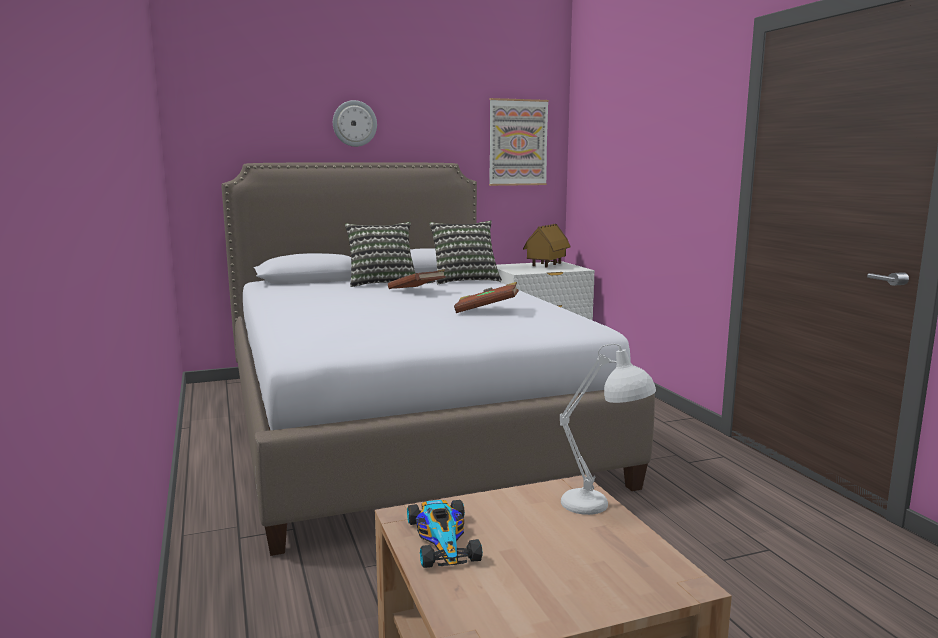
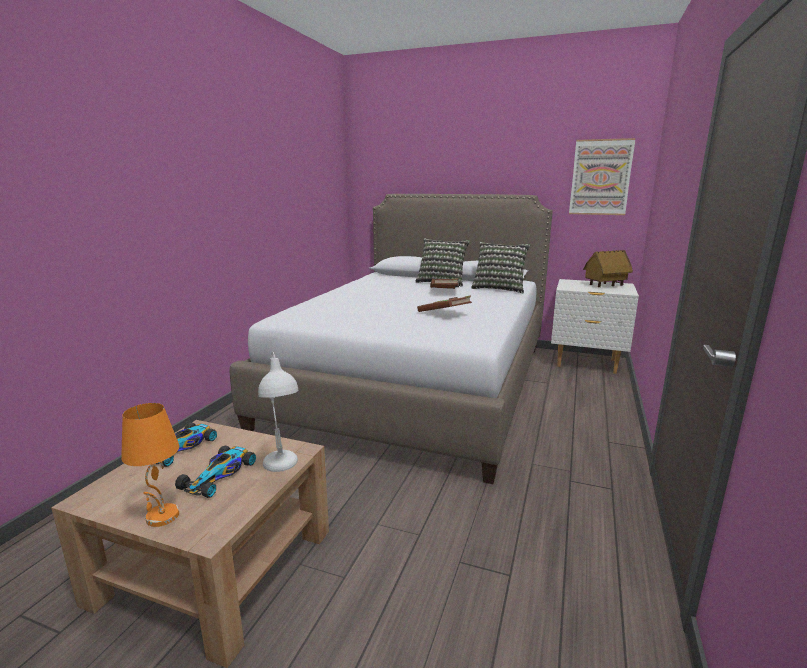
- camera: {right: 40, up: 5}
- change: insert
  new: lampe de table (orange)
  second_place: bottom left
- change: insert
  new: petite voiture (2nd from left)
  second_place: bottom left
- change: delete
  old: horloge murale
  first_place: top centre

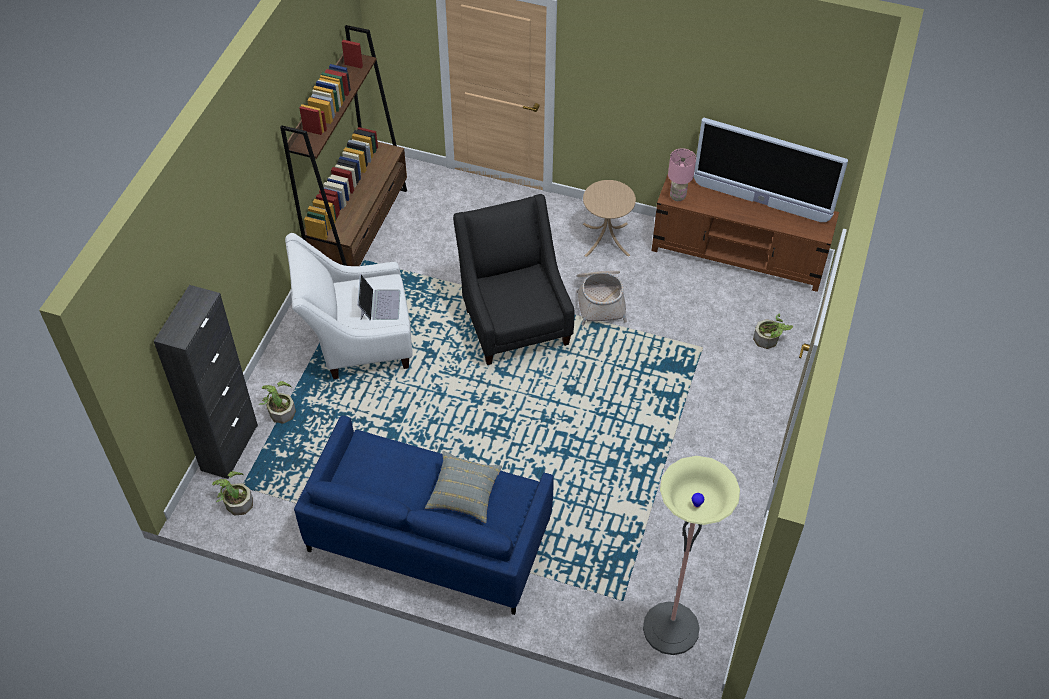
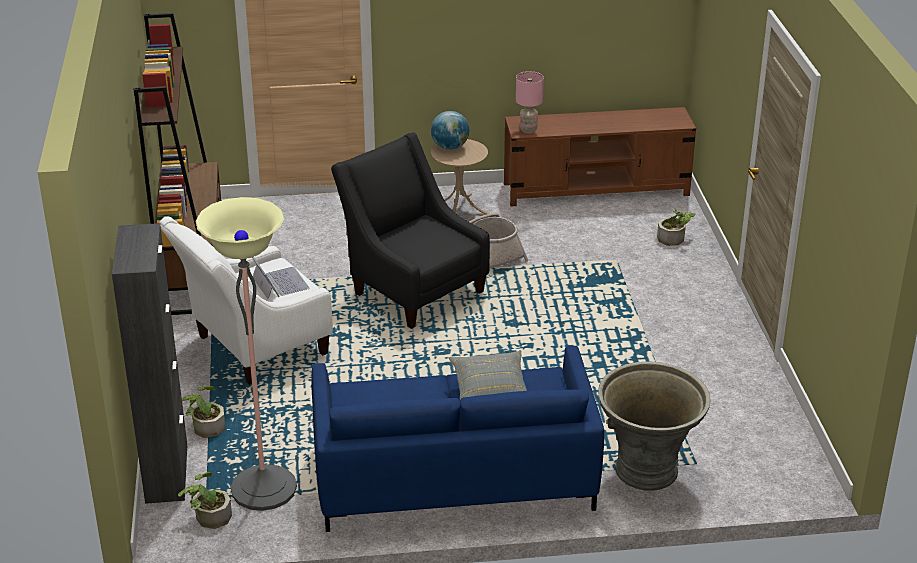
- camera: {right: -25, up: -20}
- change: move
  old: lampadaire
  first_place: bottom centre
  second_place: middle left
- change: insert
  new: globe
  second_place: top centre
- change: insert
  new: cache-pot (gris)
  second_place: bottom right
- change: delete
  old: téléviseur
  first_place: top right

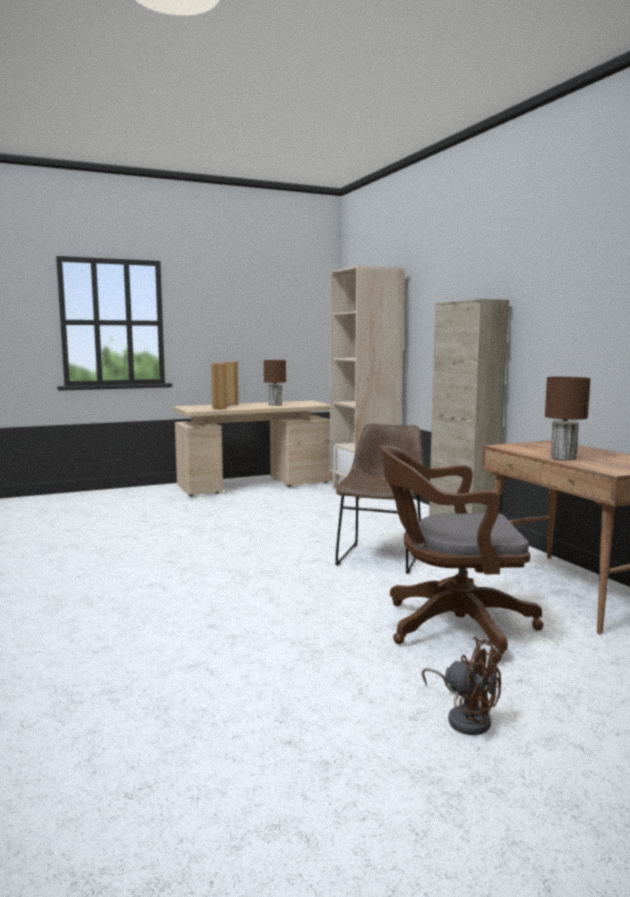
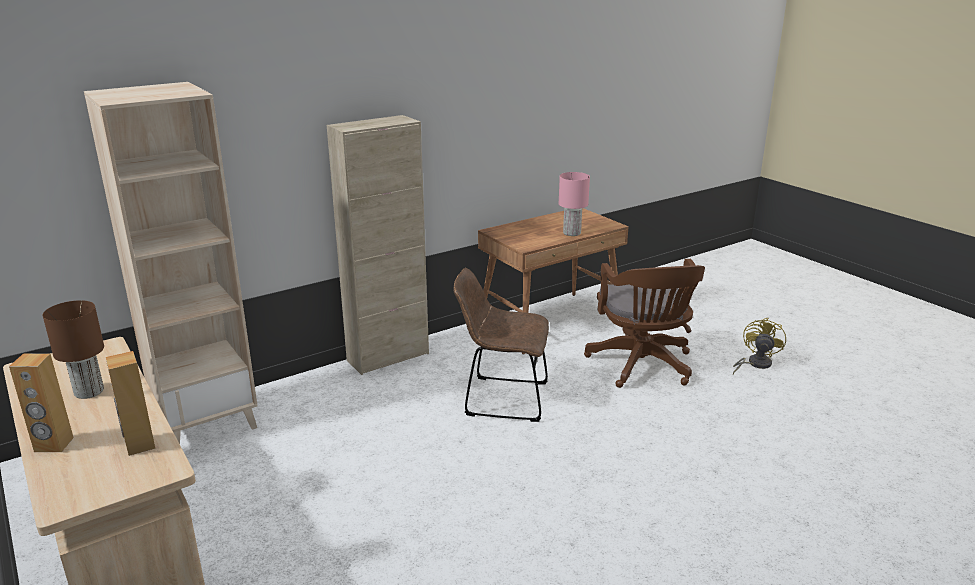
- camera: {right: -100, up: 15}
- change: recolor
  old: lampe de table (marron) (2nd from left)
  new: lampe de table (rose)
  first_place: middle right
  second_place: centre
- change: recolor
  old: ventilateur (marron)
  new: ventilateur (jaune)
  first_place: bottom right
  second_place: middle right

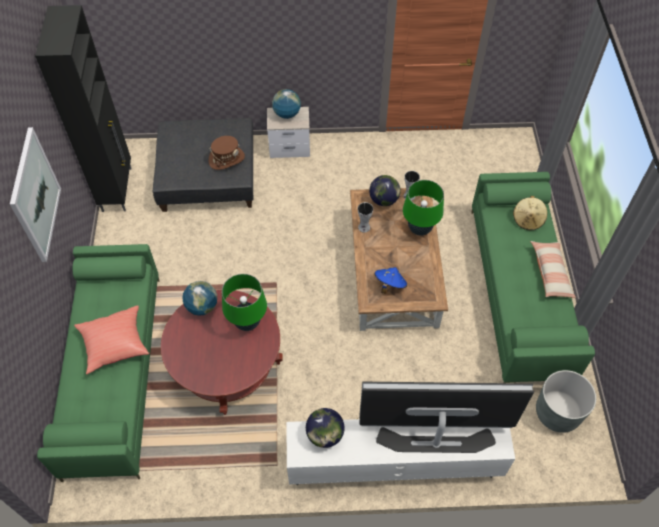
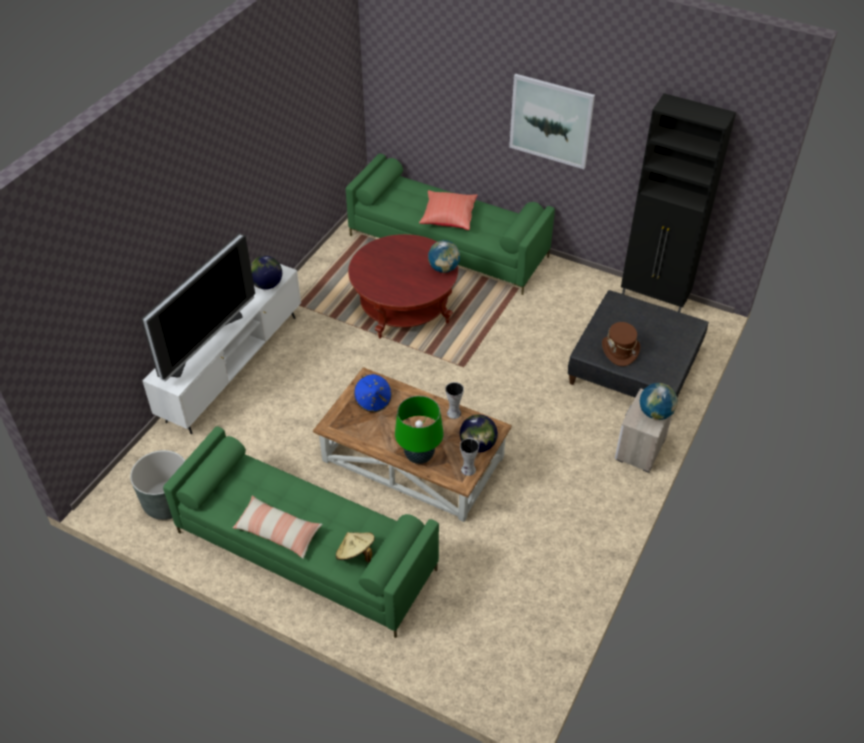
- camera: {right: 120, up: -10}
- change: delete
  old: lampe de table (vert) (1st from left)
  first_place: centre

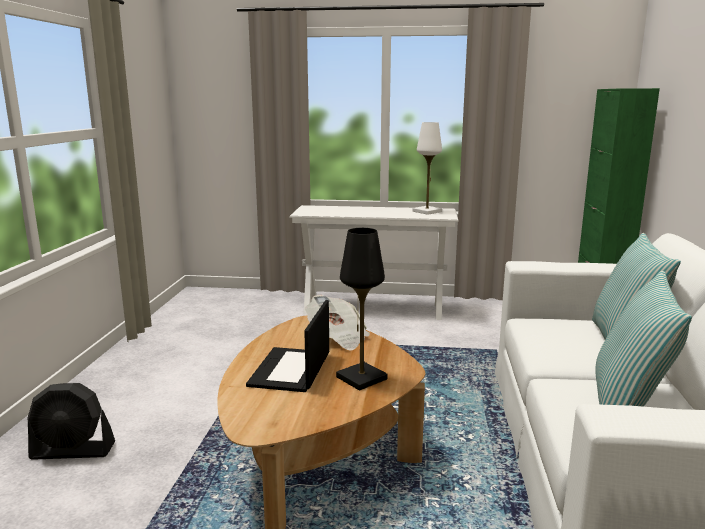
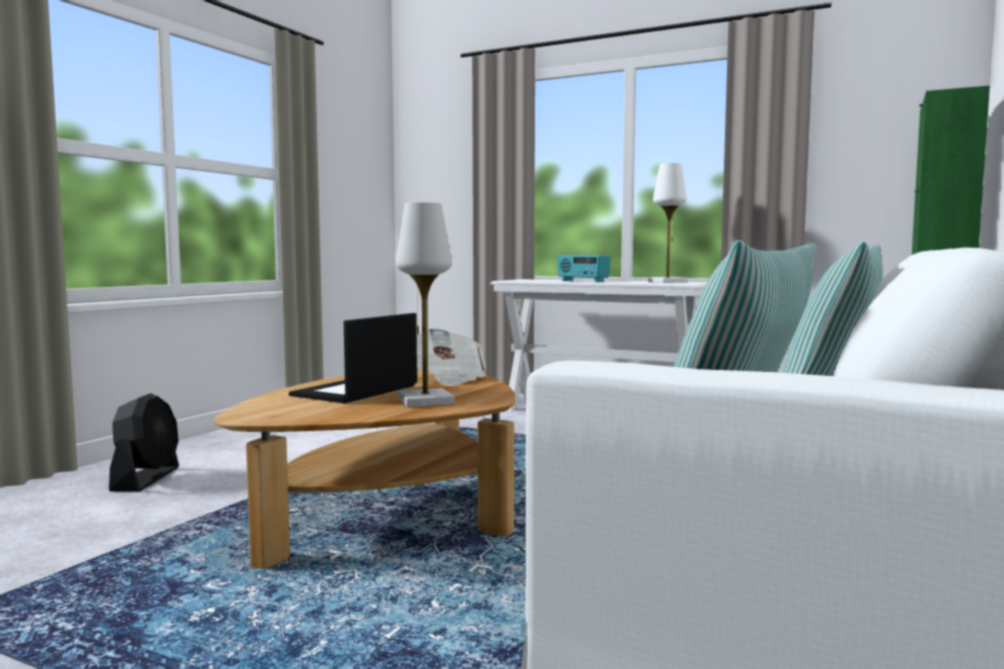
- camera: {right: 20, up: -10}
- change: rotate
  old: ventilateur (noir)
  first_place: bottom left
  second_place: middle left
  degrees: -105
- change: recolor
  old: lampe de table (noir)
  new: lampe de table (blanc) (1st from left)
  first_place: centre
  second_place: centre
- change: insert
  new: radio
  second_place: centre

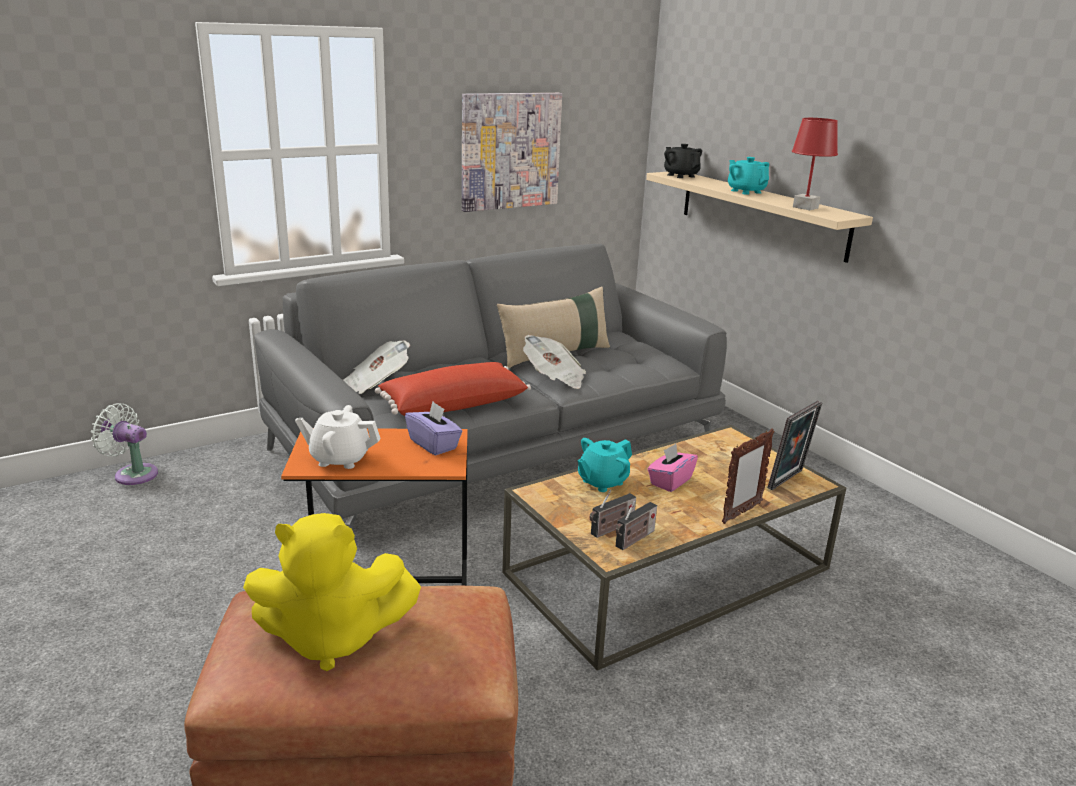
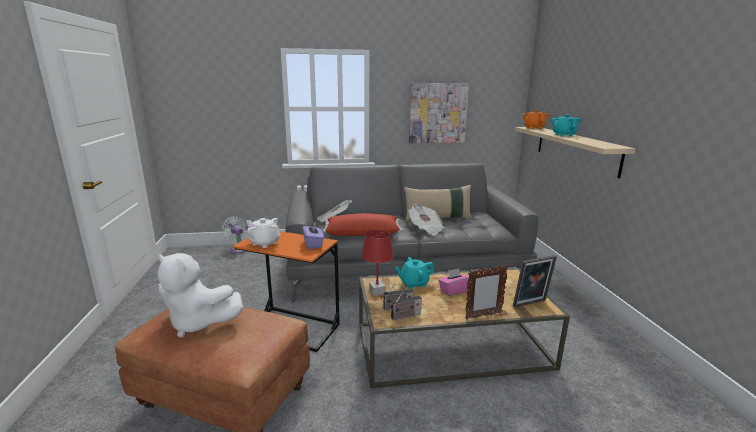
- camera: {right: 25, up: -5}
- change: recolor
  old: peluche (jaune)
  new: peluche (blanc)
  first_place: bottom left
  second_place: bottom left
- change: move
  old: lampe de table (rouge)
  first_place: top right
  second_place: centre
- change: recolor
  old: théière (noir)
  new: théière (orange)
  first_place: top centre
  second_place: top right

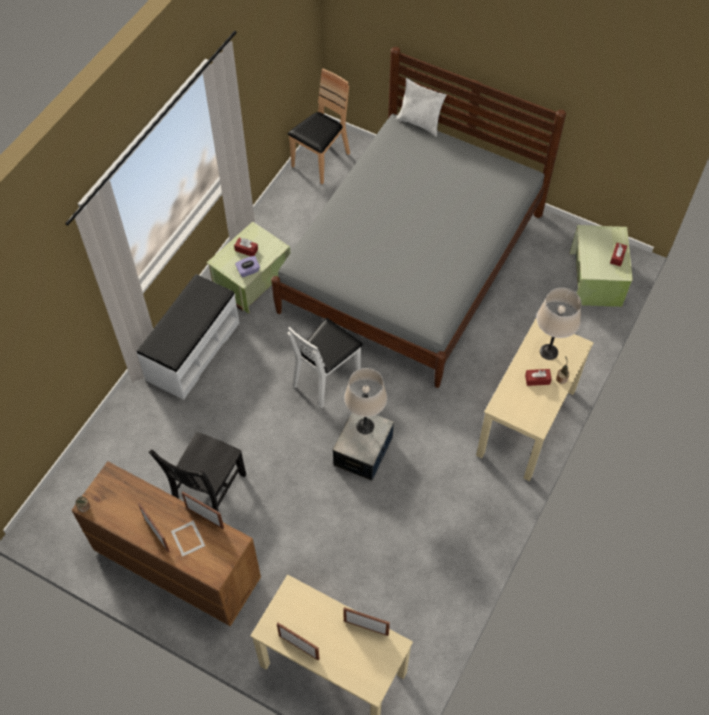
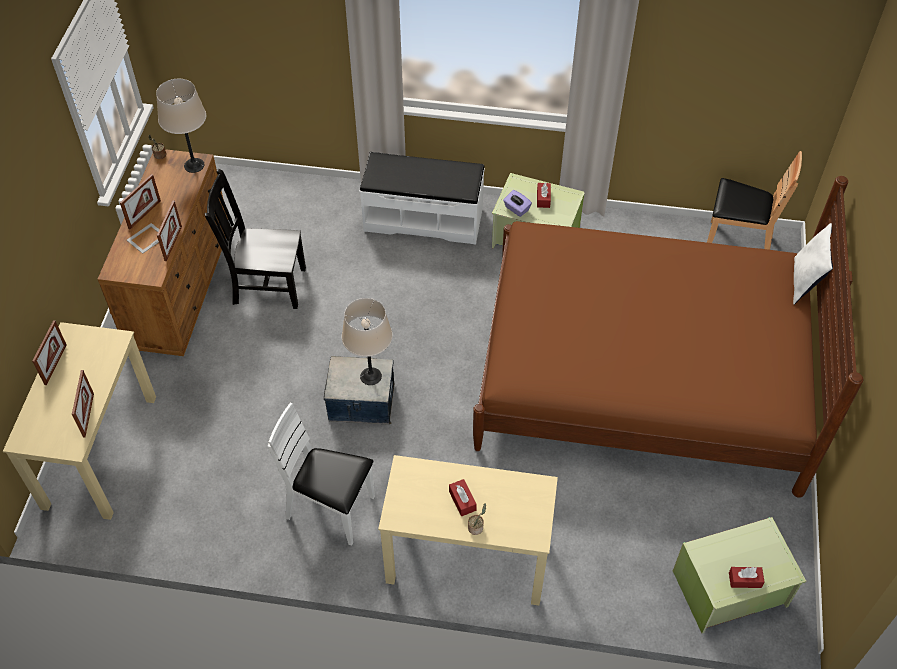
- camera: {right: 70, up: -5}
- change: move
  old: lampe de table (beige) (2nd from left in the first image)
  new: lampe de table (beige) (1st from left)
  first_place: middle right
  second_place: top left
- change: move
  old: chaise (blanc)
  first_place: centre
  second_place: bottom centre
- change: recolor
  old: lit (gris)
  new: lit (marron)
  first_place: top centre
  second_place: middle right

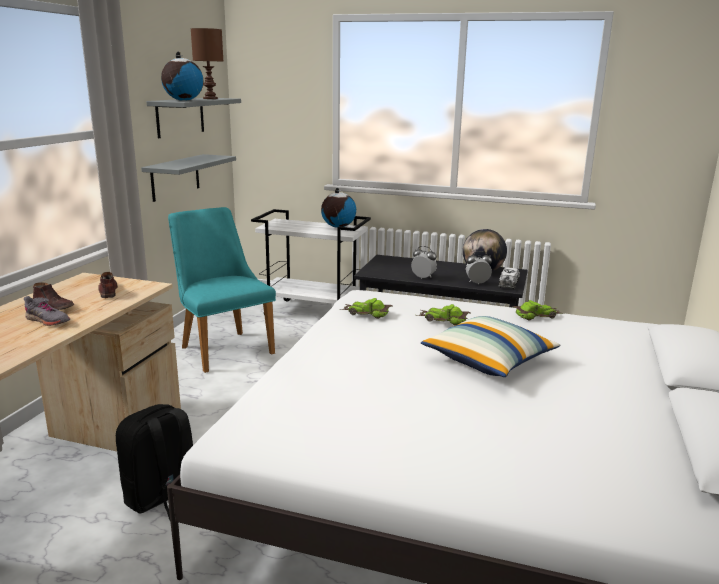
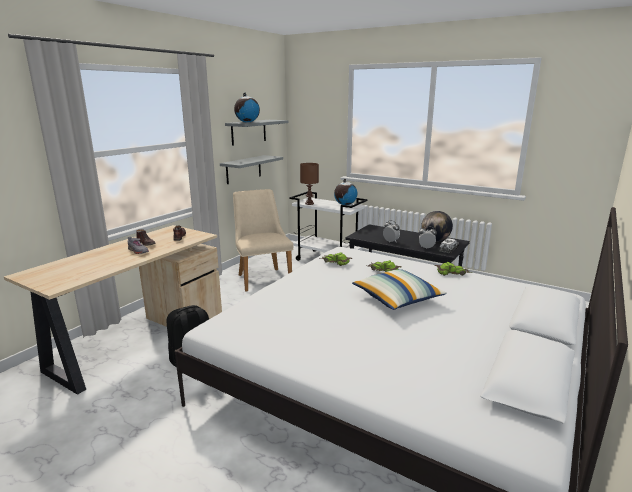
- camera: {right: 15, up: 0}
- change: recolor
  old: chaise (turquoise)
  new: chaise (beige)
  first_place: middle left
  second_place: centre
- change: move
  old: lampe de table (marron)
  first_place: top left
  second_place: centre

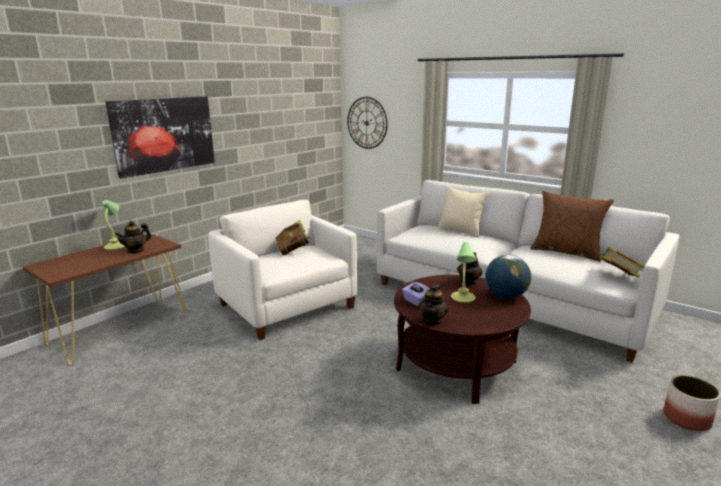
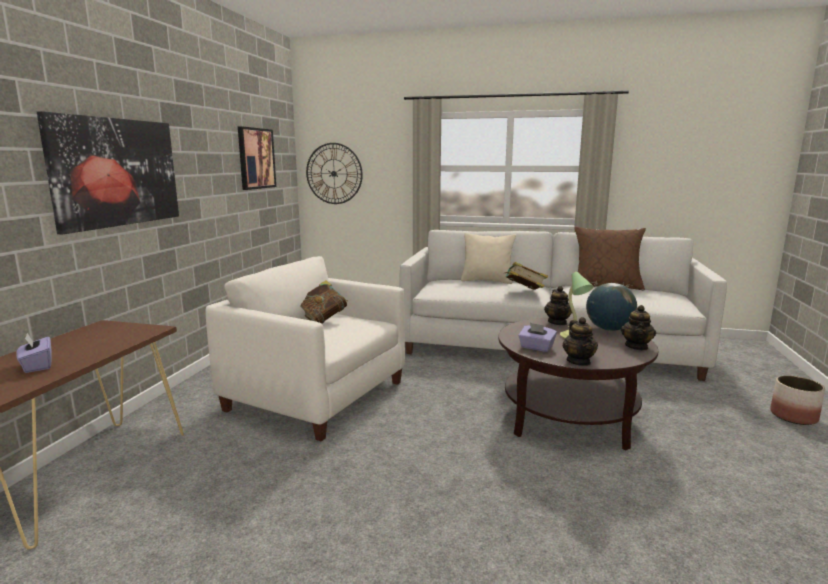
- camera: {right: -25, up: -5}
- change: insert
  new: boîte à mouchoirs (violet) (1st from left)
  second_place: middle left
- change: insert
  new: tableau (2nd from left)
  second_place: top left
- change: move
  old: livre (2nd from left)
  first_place: middle right
  second_place: centre
- change: move
  old: théière (1st from left in the first image)
  new: théière (3rd from left)
  first_place: middle left
  second_place: middle right
- change: delete
  old: lampe de table (1st from left)
  first_place: middle left

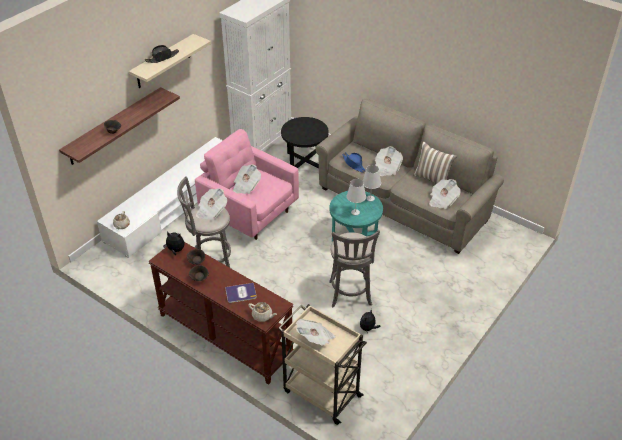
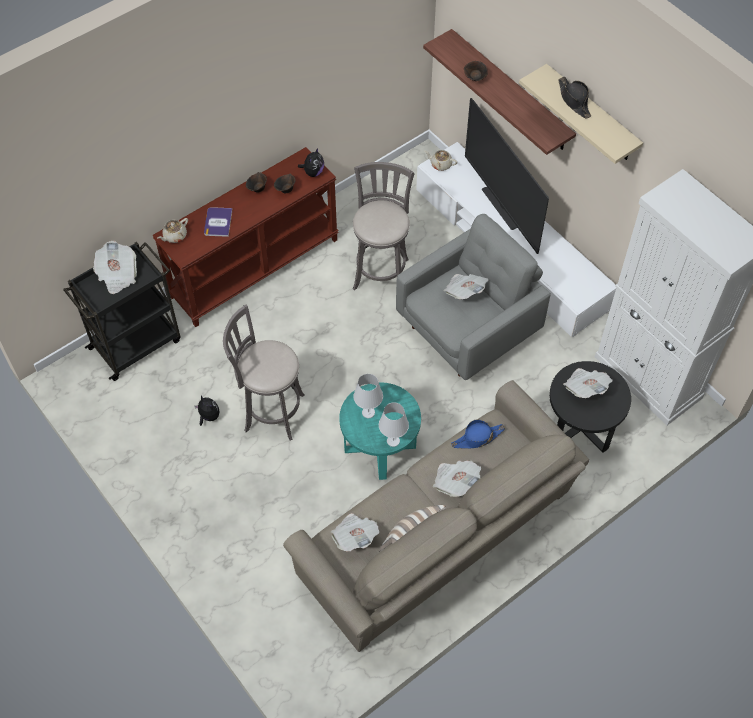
- camera: {right: 105, up: 15}
- change: recolor
  old: chariot (beige)
  new: chariot (noir)
  first_place: bottom centre
  second_place: middle left
- change: recolor
  old: fauteuil (rose)
  new: fauteuil (gris)
  first_place: centre
  second_place: centre
- change: insert
  new: téléviseur
  second_place: top right
- change: move
  old: journal (1st from left in the first image)
  new: journal (5th from left)
  first_place: centre
  second_place: middle right

